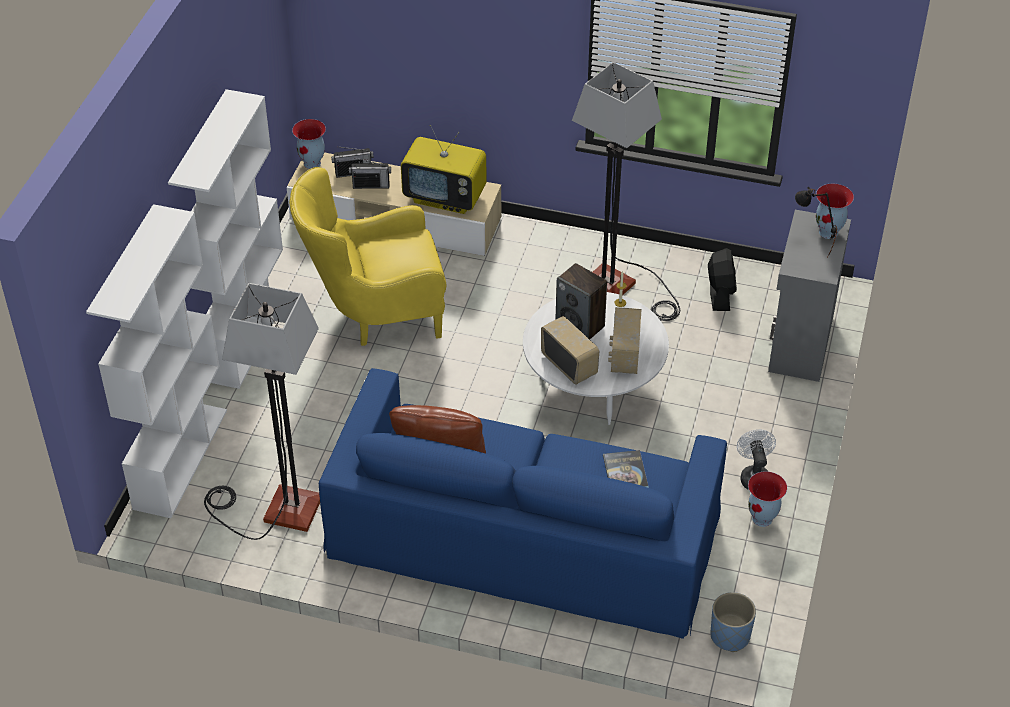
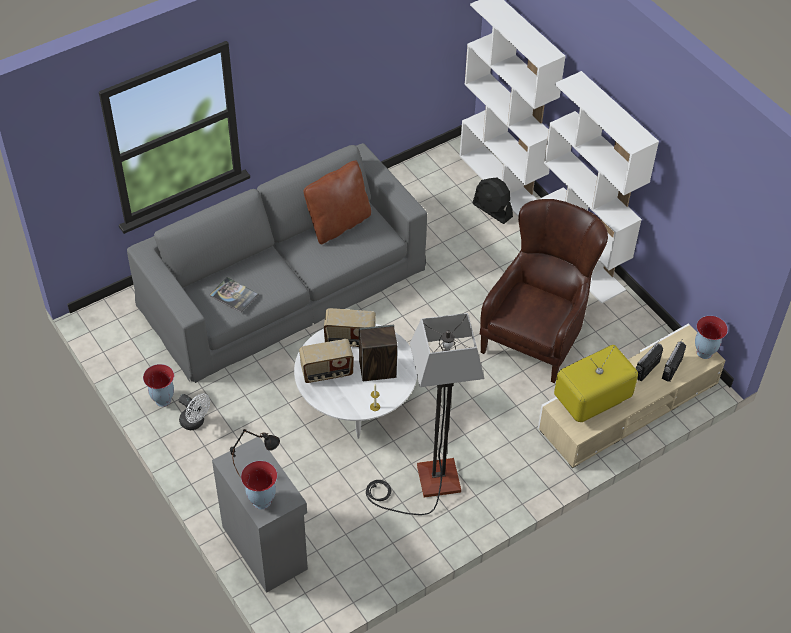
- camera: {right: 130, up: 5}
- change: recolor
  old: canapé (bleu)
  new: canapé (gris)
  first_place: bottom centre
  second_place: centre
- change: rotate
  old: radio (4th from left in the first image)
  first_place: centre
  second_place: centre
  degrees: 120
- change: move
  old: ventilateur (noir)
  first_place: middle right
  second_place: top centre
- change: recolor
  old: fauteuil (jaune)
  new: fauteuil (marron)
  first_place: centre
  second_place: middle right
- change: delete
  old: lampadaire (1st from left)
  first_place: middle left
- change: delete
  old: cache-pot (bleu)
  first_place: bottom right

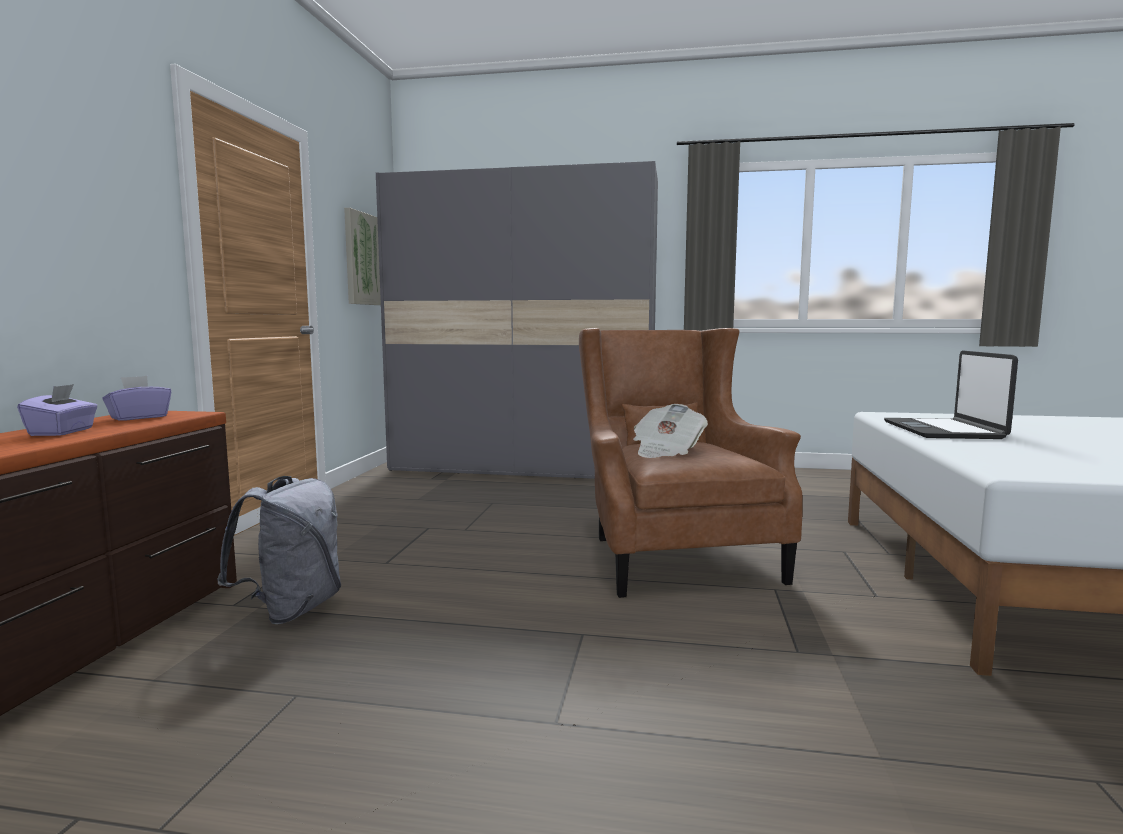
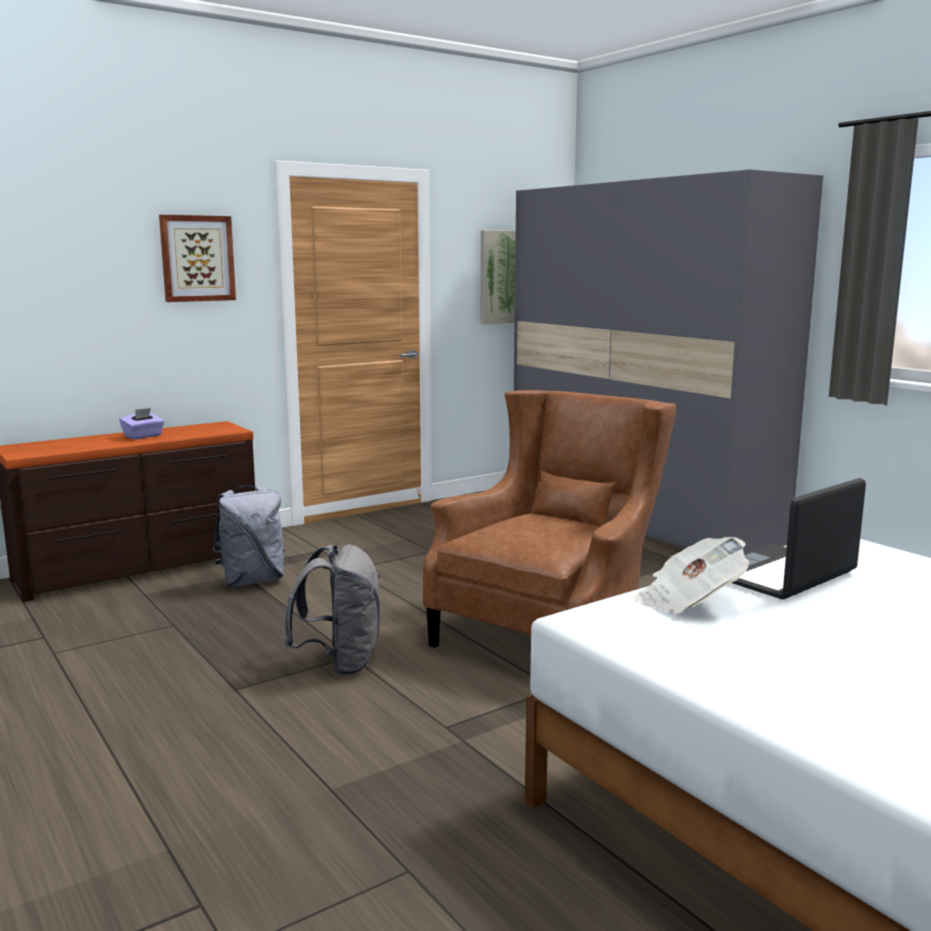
- camera: {right: 45, up: 5}
- change: insert
  new: tableau (1st from left)
  second_place: top left
- change: insert
  new: sac à dos (gris) (2nd from left)
  second_place: centre
- change: move
  old: journal
  first_place: centre
  second_place: middle right
- change: delete
  old: boîte à mouchoirs (violet) (2nd from left)
  first_place: middle left

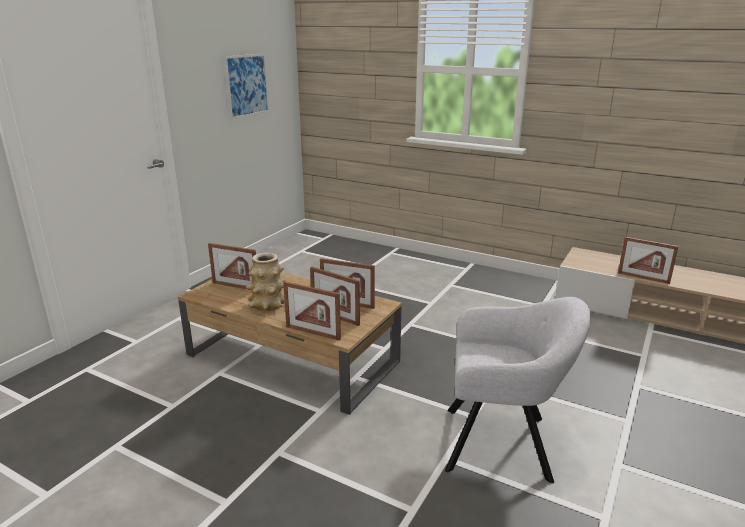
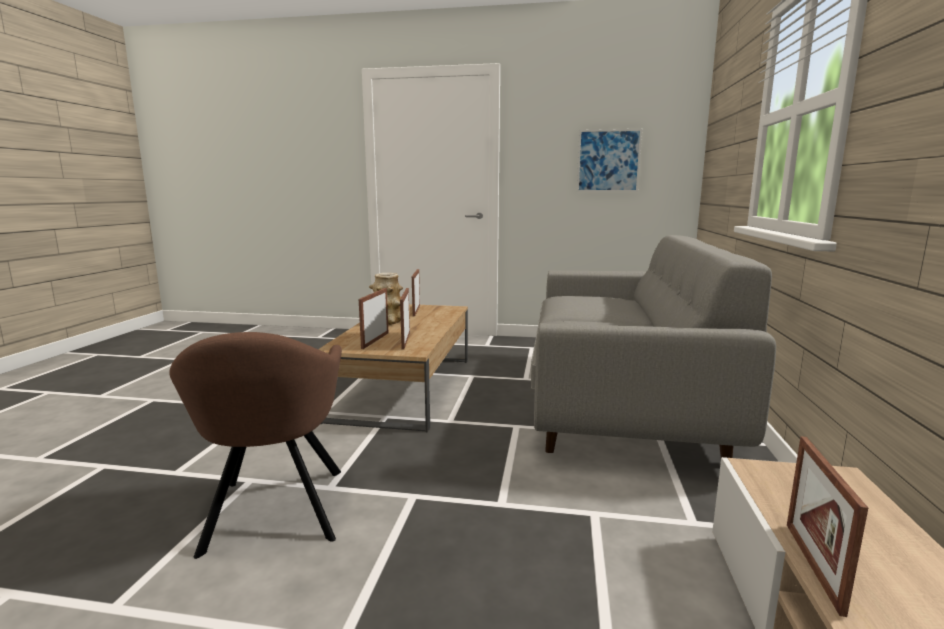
- camera: {right: 70, up: -10}
- change: recolor
  old: fauteuil (gris)
  new: fauteuil (marron)
  first_place: bottom right
  second_place: bottom left
- change: insert
  new: canapé (gris)
  second_place: middle right
- change: delete
  old: cadre photo (2nd from left)
  first_place: centre

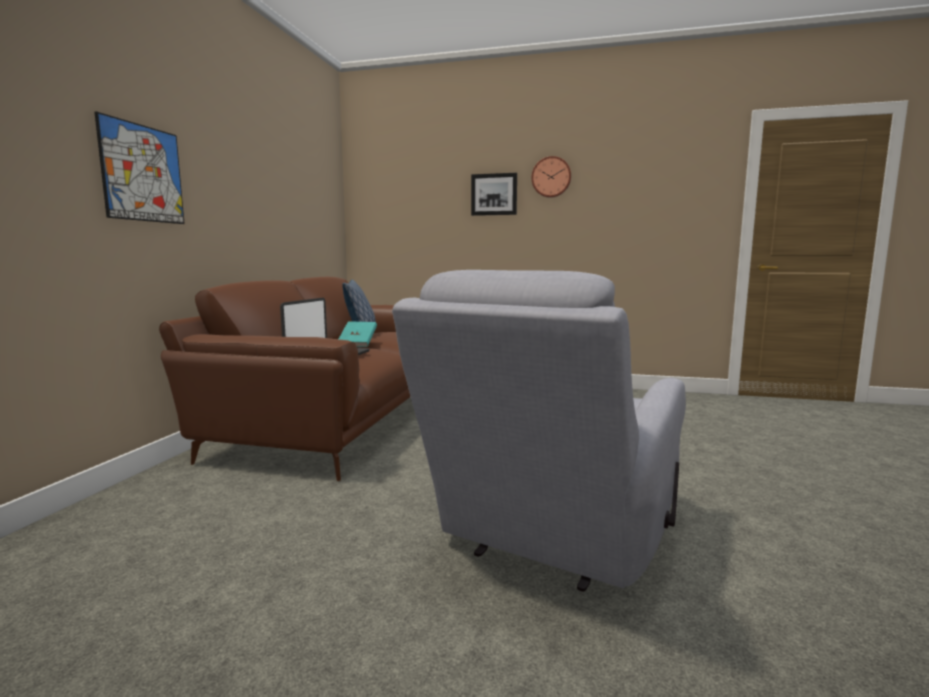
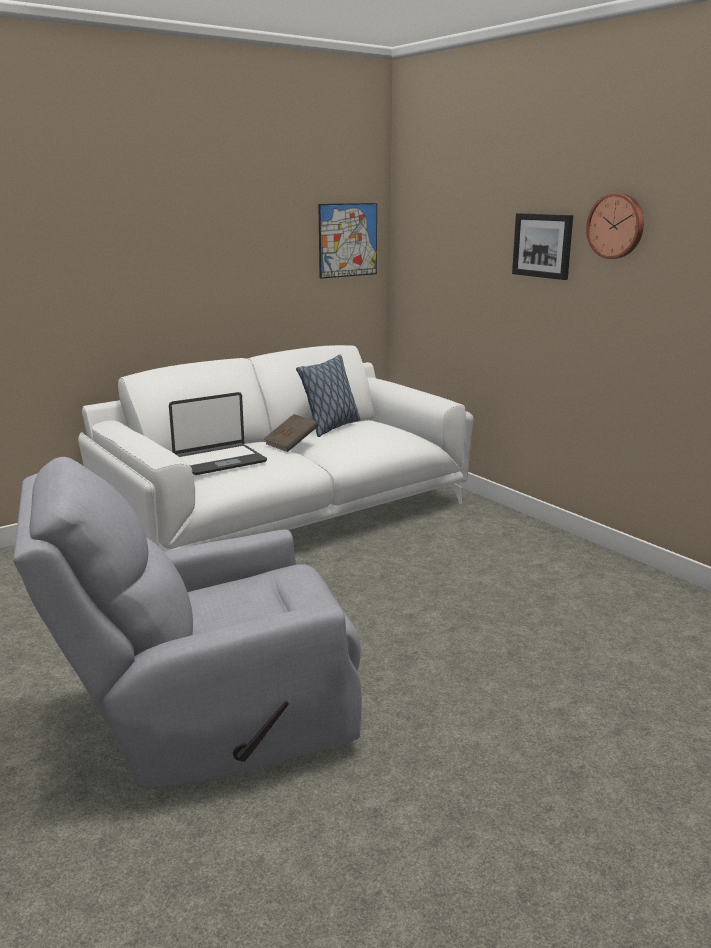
- camera: {right: 40, up: 10}
- change: recolor
  old: canapé (marron)
  new: canapé (blanc)
  first_place: middle left
  second_place: centre
- change: recolor
  old: livre (turquoise)
  new: livre (marron)
  first_place: centre
  second_place: centre
- change: move
  old: tableau (1st from left)
  first_place: top left
  second_place: top centre

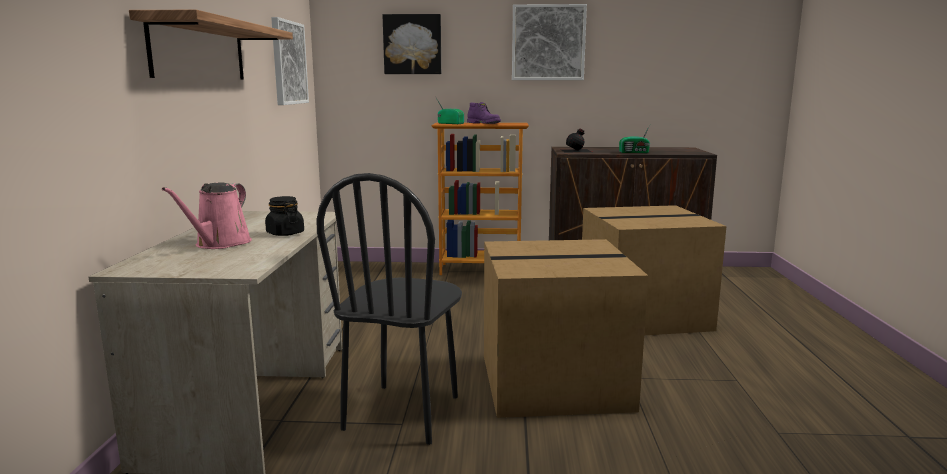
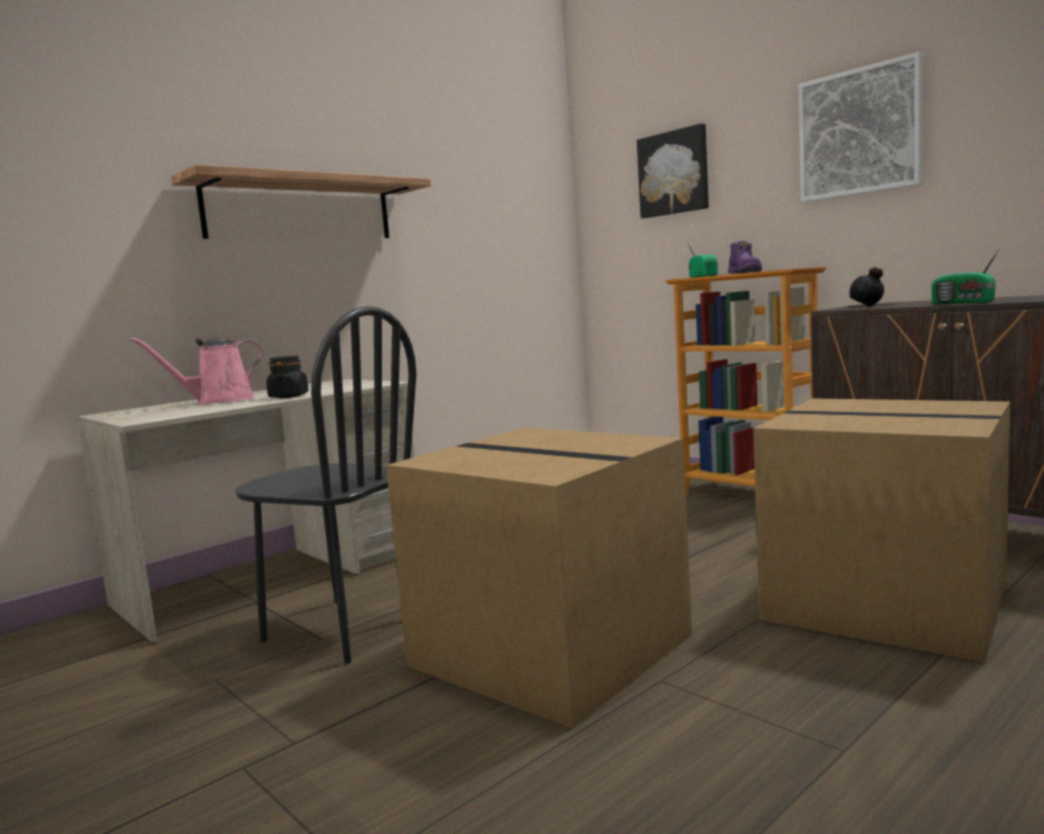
- camera: {right: 45, up: -5}
- change: rotate
  old: chaise (noir)
  first_place: centre
  second_place: middle left
  degrees: -120
- change: delete
  old: tableau (1st from left)
  first_place: top left

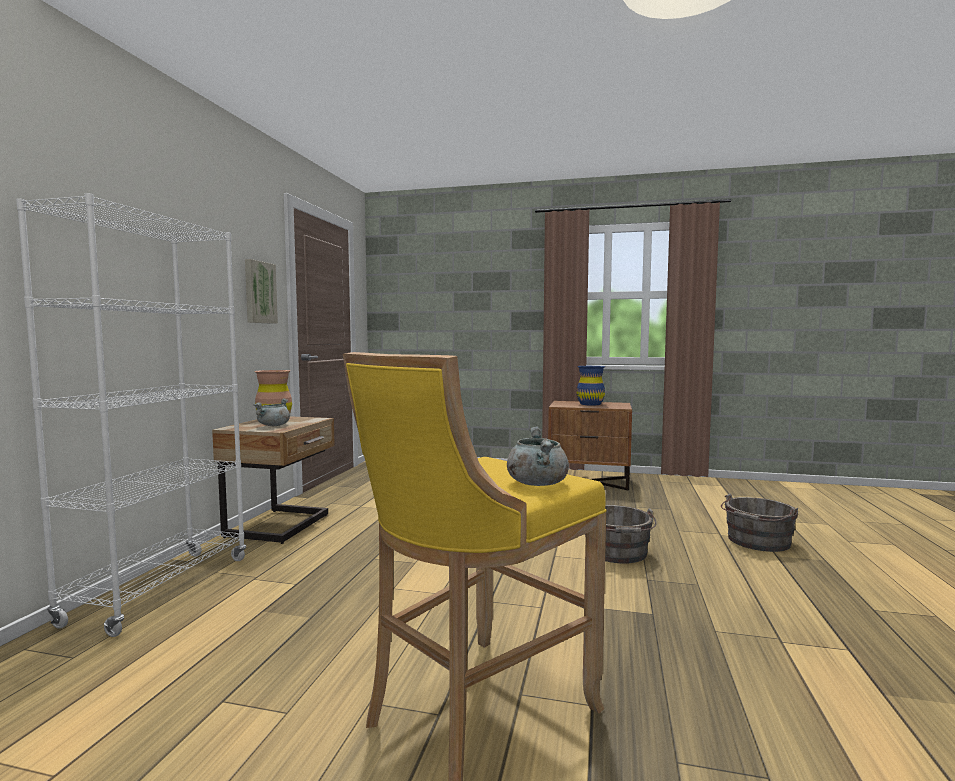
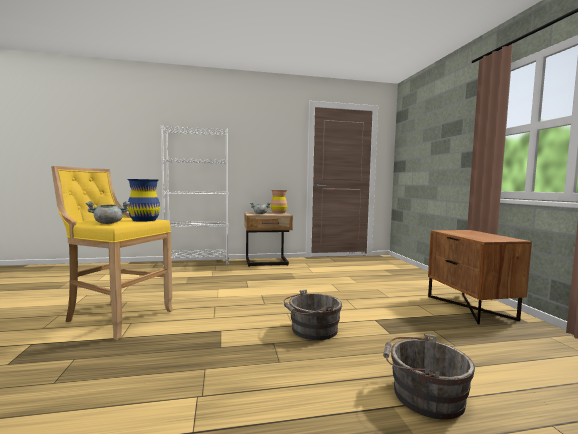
- camera: {right: 65, up: 0}
- change: move
  old: vase (bleu)
  first_place: centre
  second_place: middle left
- change: delete
  old: tableau
  first_place: middle left

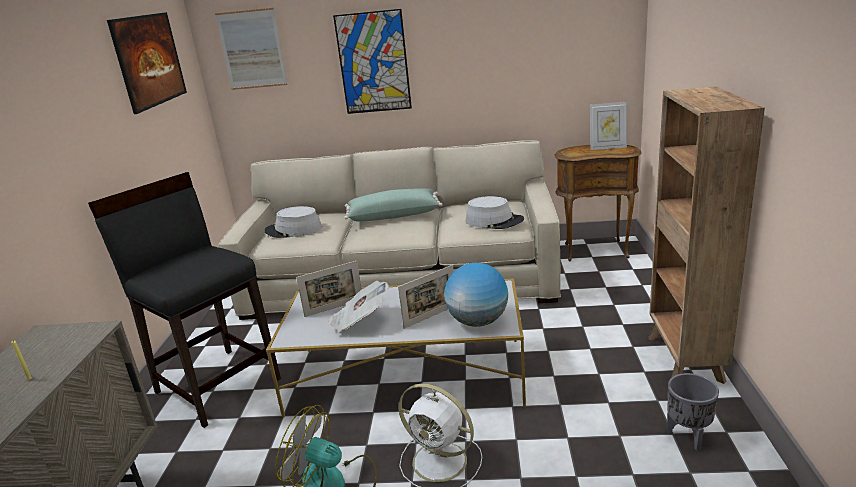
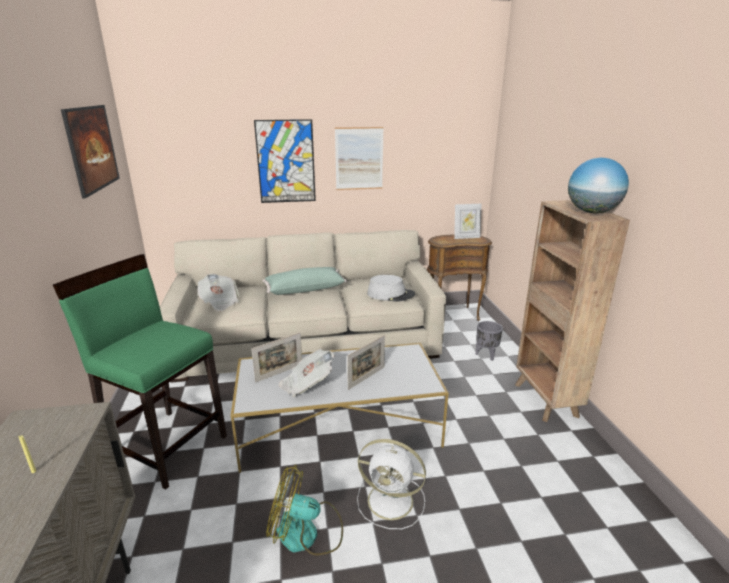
- camera: {right: -15, up: 0}
- change: recolor
  old: tabouret (noir)
  new: tabouret (vert)
  first_place: middle left
  second_place: middle left
- change: replace
  old: chapeau (gris) (1st from left)
  new: journal (1st from left)
  first_place: centre
  second_place: middle left
- change: move
  old: tableau (2nd from left in the first image)
  new: tableau (3rd from left)
  first_place: top left
  second_place: top centre
- change: move
  old: cache-pot (gris)
  first_place: bottom right
  second_place: middle right
- change: move
  old: globe
  first_place: centre
  second_place: top right

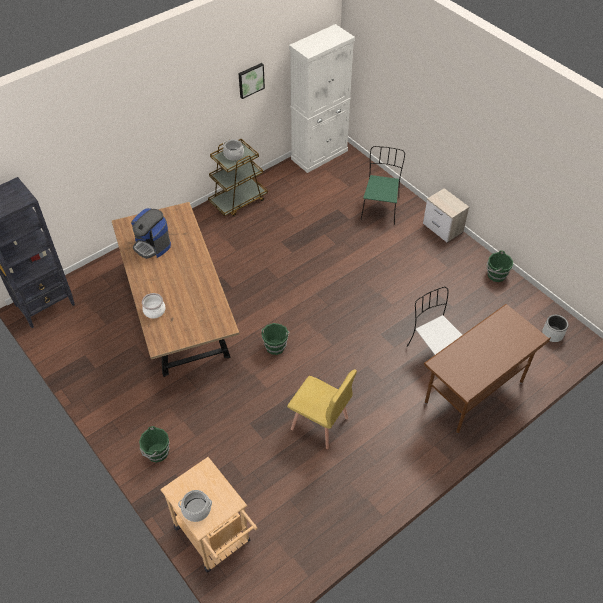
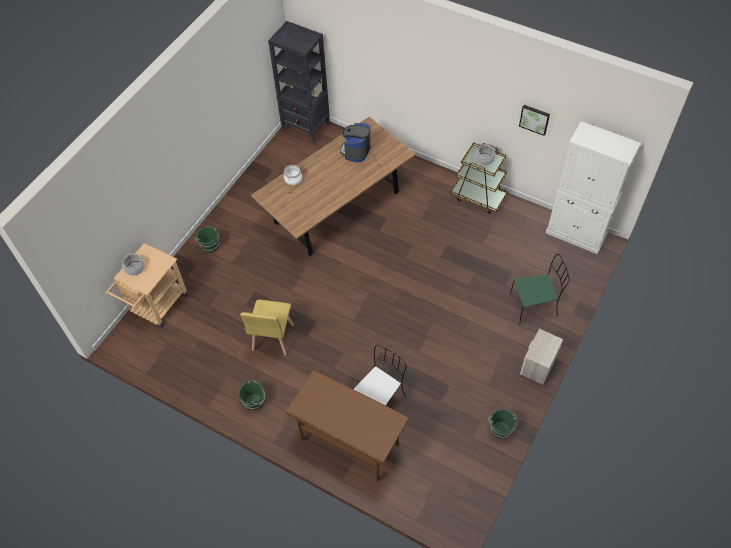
- camera: {right: 70, up: 5}
- change: move
  old: seau (vert) (2nd from left)
  first_place: centre
  second_place: bottom centre
- change: delete
  old: cache-pot (gris)
  first_place: middle right

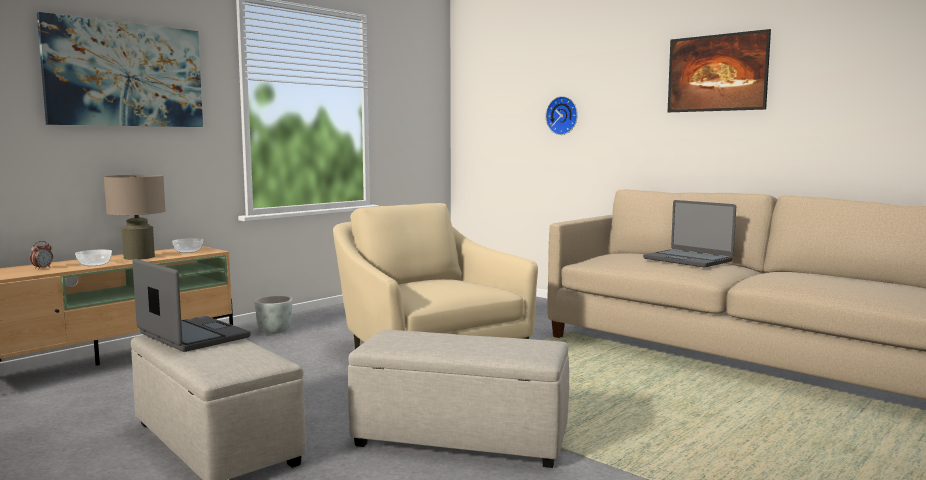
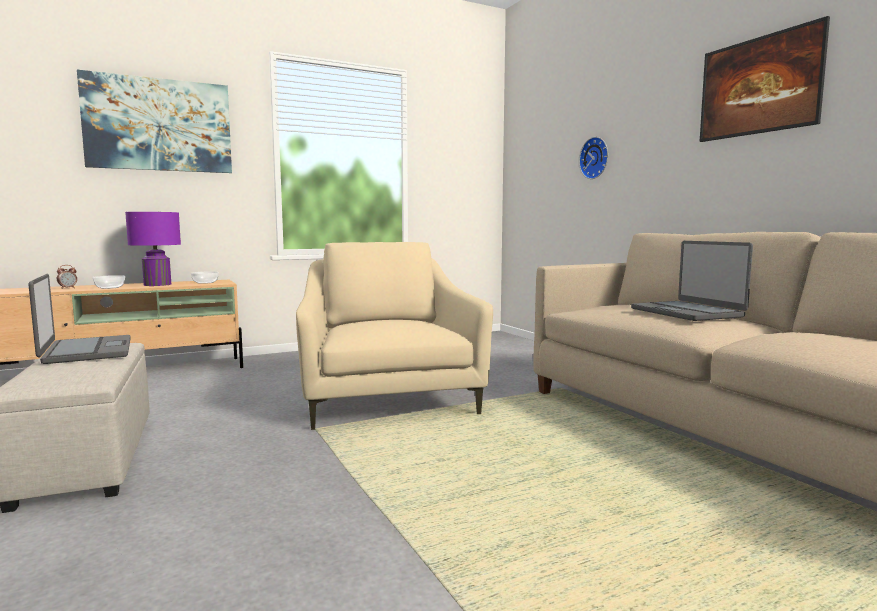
- camera: {right: 20, up: 0}
- change: recolor
  old: lampe de table (beige)
  new: lampe de table (violet)
  first_place: middle left
  second_place: middle left
- change: delete
  old: cache-pot (gris)
  first_place: middle left
- change: delete
  old: pouf (beige) (2nd from left)
  first_place: bottom centre

